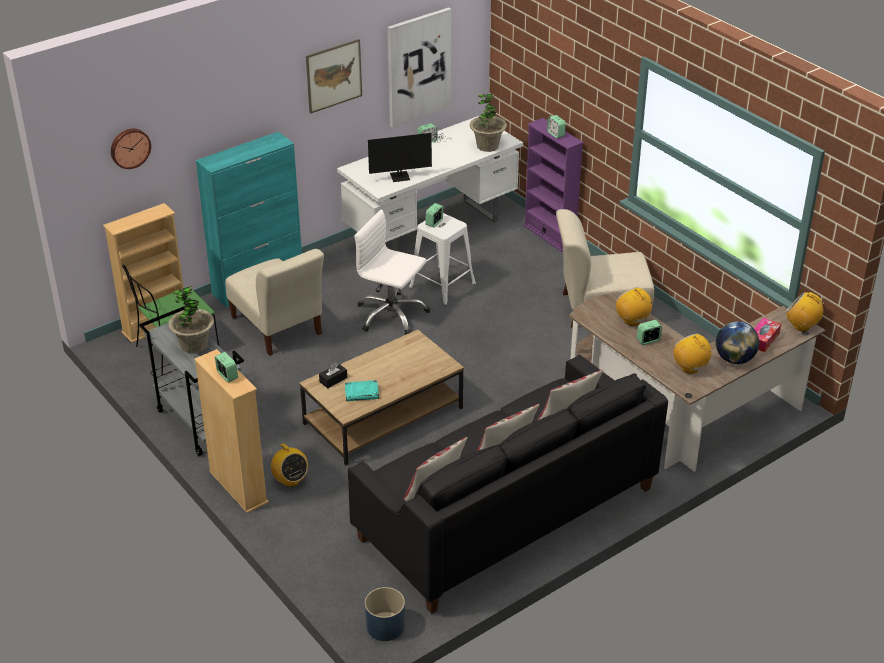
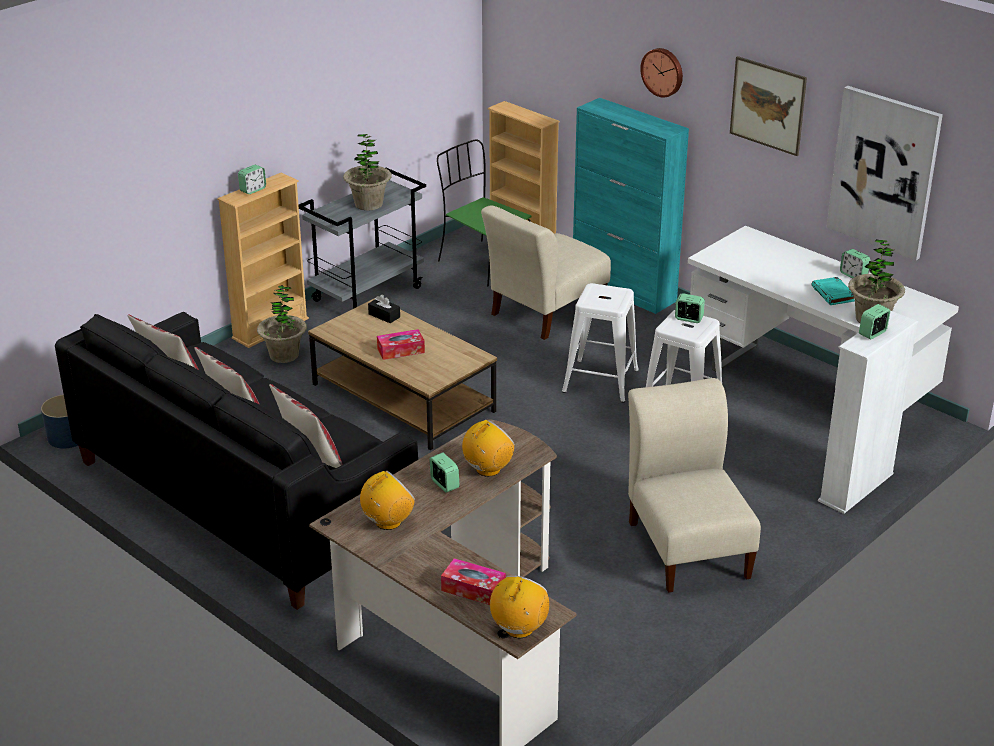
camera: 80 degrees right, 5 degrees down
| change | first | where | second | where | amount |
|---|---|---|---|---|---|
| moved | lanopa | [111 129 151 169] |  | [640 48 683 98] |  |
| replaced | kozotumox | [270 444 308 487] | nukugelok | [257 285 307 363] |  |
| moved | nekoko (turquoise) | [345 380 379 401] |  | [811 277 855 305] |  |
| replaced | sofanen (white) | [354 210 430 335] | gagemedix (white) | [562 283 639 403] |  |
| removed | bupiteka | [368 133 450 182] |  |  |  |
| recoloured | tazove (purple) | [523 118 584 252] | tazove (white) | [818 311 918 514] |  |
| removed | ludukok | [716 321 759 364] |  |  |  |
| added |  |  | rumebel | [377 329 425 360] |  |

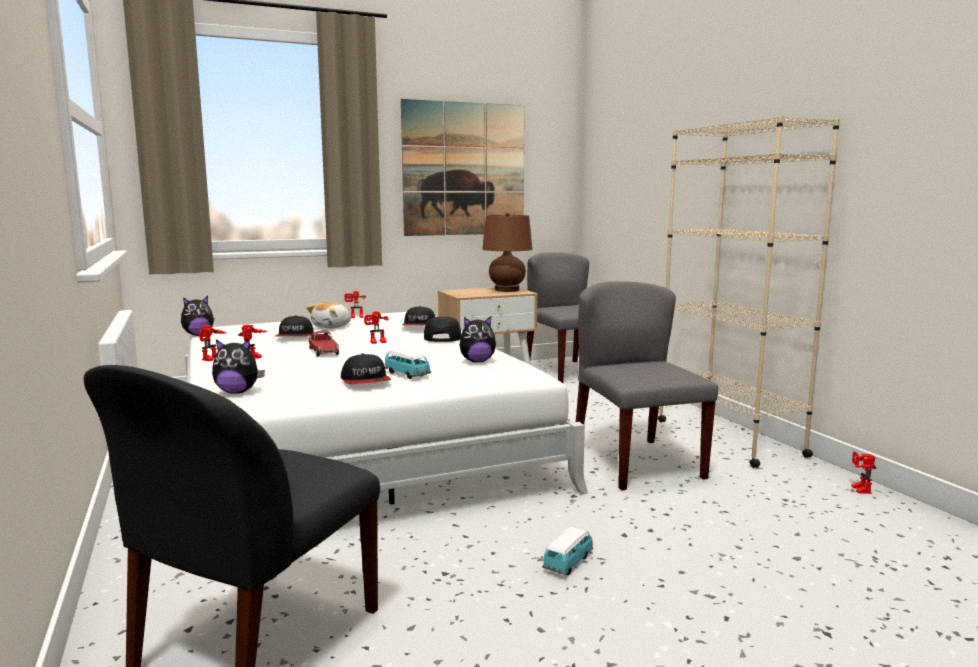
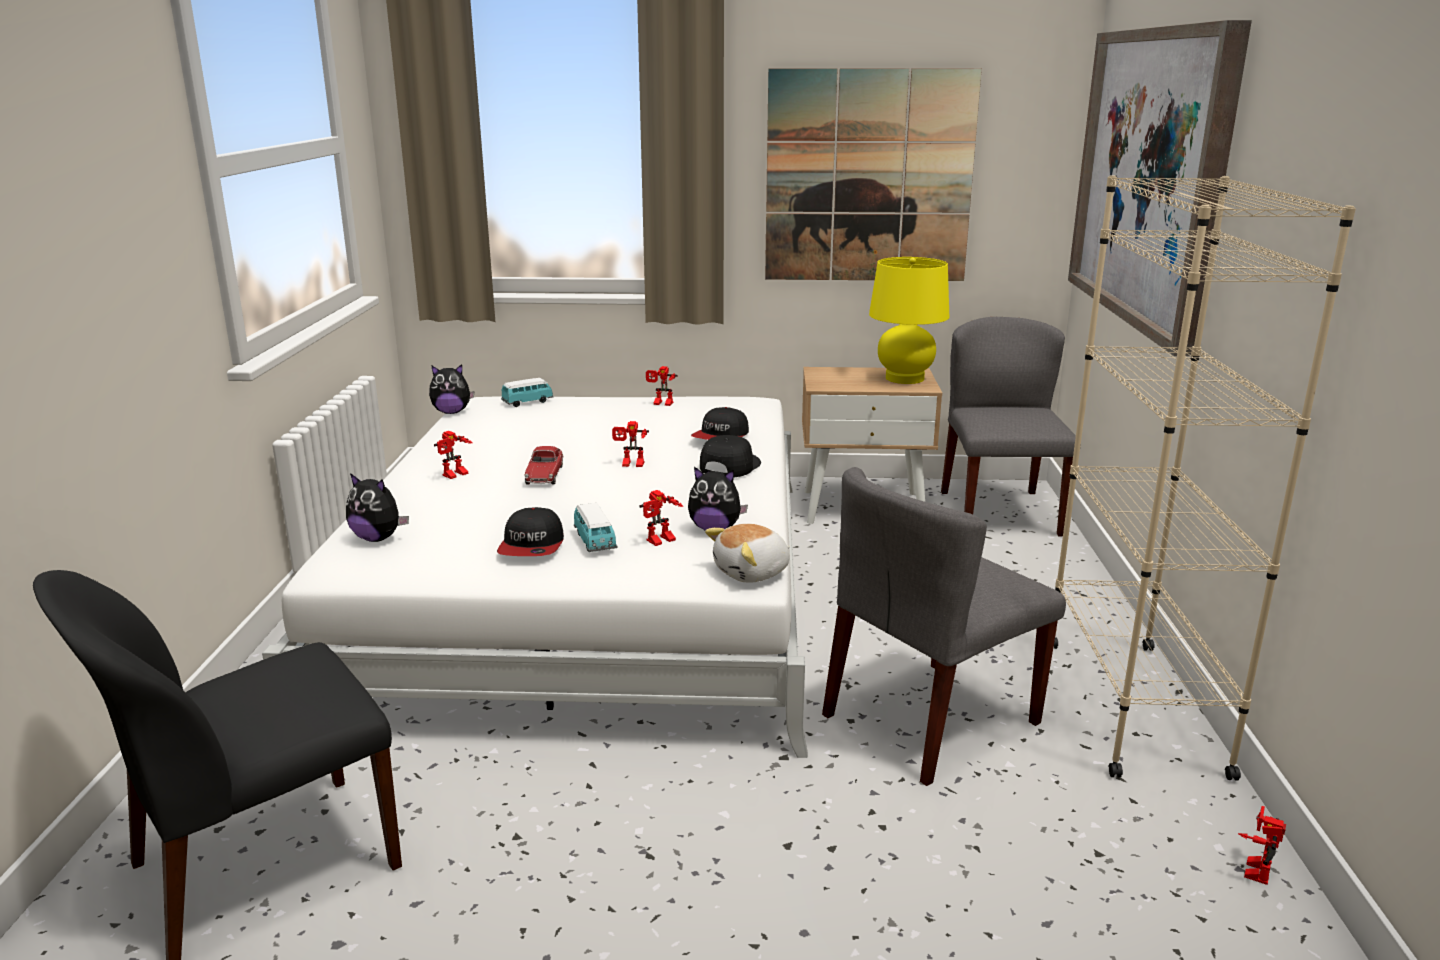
camera: 25 degrees right, 10 degrees up
| change | first | where | second | where | amount |
|---|---|---|---|---|---|
| moved | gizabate | [196 325 226 361] |  | [639 490 683 546] |  |
| removed | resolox | [275 315 314 336] |  |  |  |
| moved | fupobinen | [306 302 351 328] |  | [705 524 790 583] |  |
| recoloured | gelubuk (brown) | [482 212 532 292] | gelubuk (yellow) | [869 257 949 384] |  |
| moved | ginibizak | [542 527 593 575] |  | [501 378 554 407] |  |
| turned | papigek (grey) | [576 281 718 490] |  | [822 467 1066 786] | 135 degrees counterclockwise |
| added |  |  | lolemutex | [1068 20 1252 356] |  |

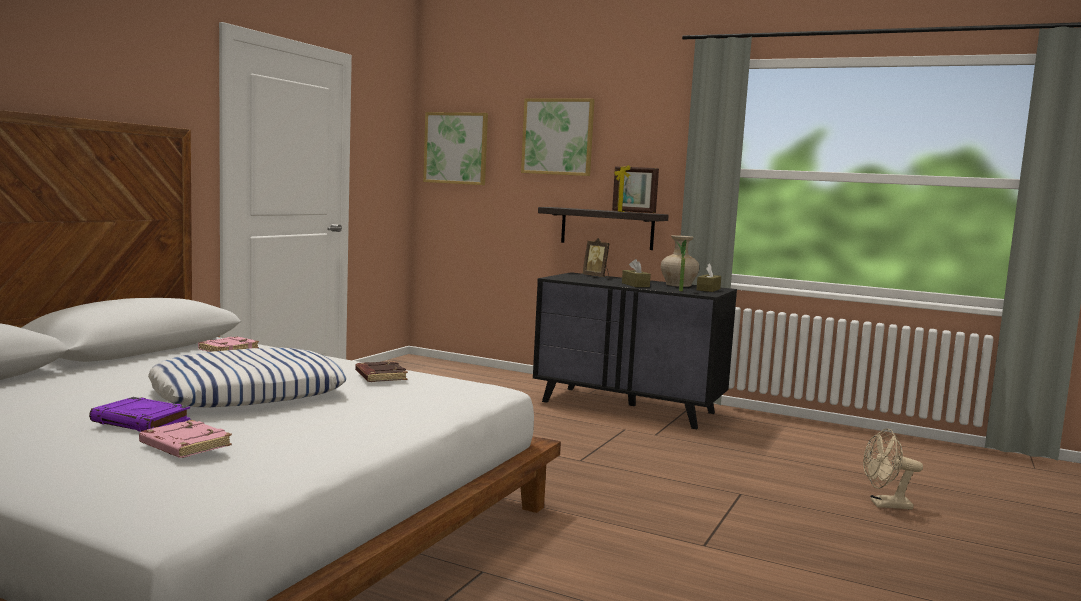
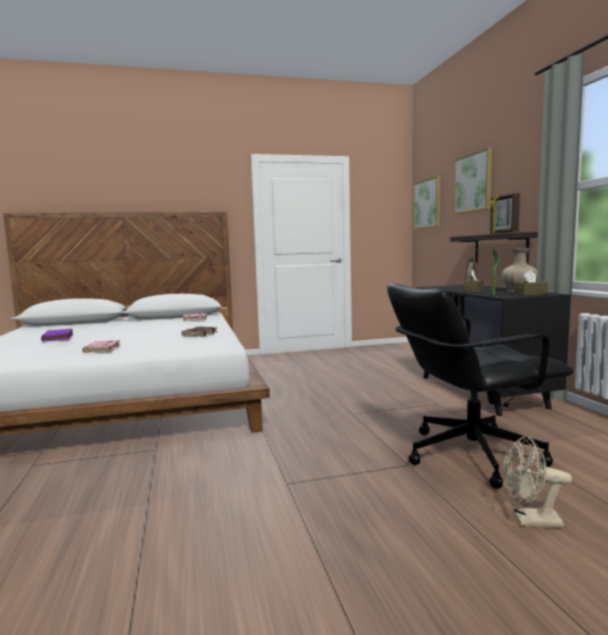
camera: 50 degrees right, 0 degrees up
| change | first | where | second | where | amount |
|---|---|---|---|---|---|
| moved | nekoko (pink) | [139 420 232 458] |  | [82 340 120 353] |  |
| removed | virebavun | [148 348 346 408] |  |  |  |
| turned | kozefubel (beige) | [863 428 923 510] |  | [503 436 572 528] | 45 degrees counterclockwise |
| added |  |  | sofanen (black) | [387 283 573 489] |  |

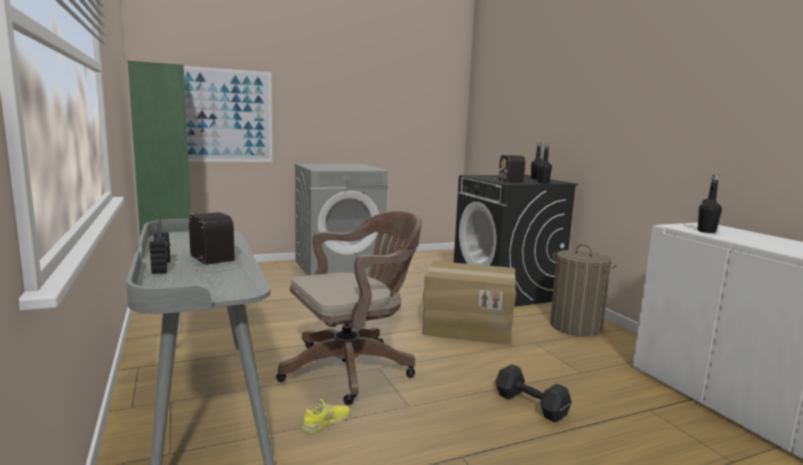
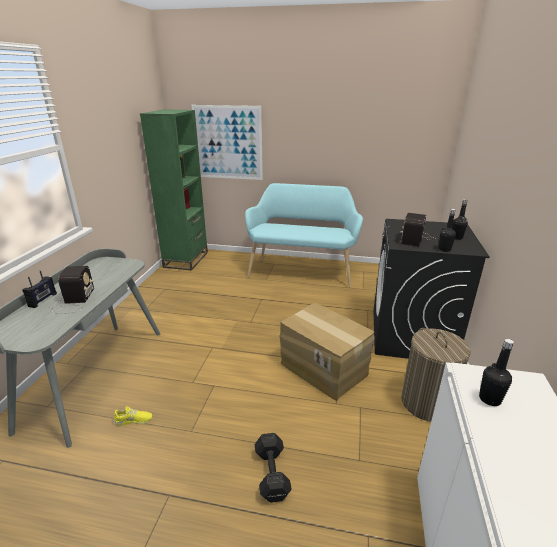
camera: 35 degrees right, 15 degrees up
| change | first | where | second | where | amount |
|---|---|---|---|---|---|
| removed | sofanen (brown) | [276 211 422 405] |  |  |  |
| replaced | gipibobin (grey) | [295 164 388 275] | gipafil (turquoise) | [245 183 363 287] |  |

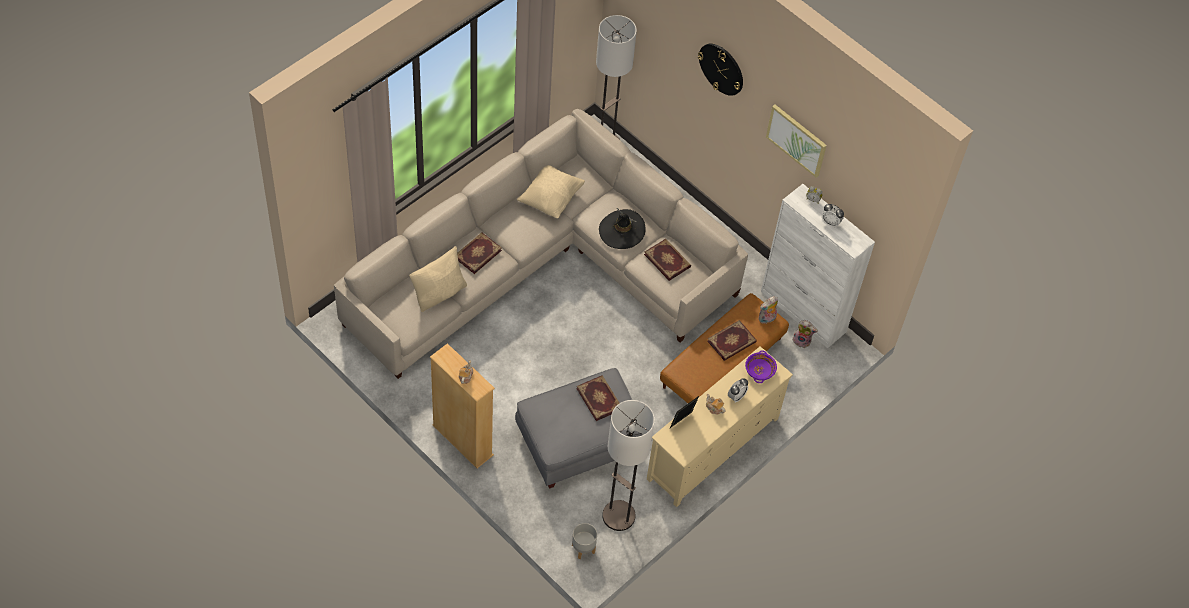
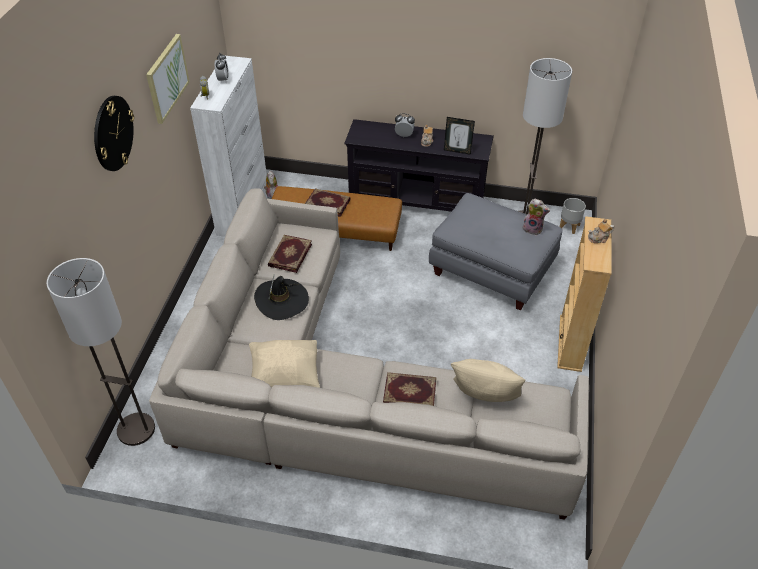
camera: 120 degrees left, 10 degrees down
| change | first | where | second | where | amount |
|---|---|---|---|---|---|
| removed | nekoko | [576 375 619 421] |  |  |  |
| recoloured | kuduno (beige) | [647 346 793 507] | kuduno (black) | [344 119 494 212] |  |
| removed | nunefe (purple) | [745 350 777 383] |  |  |  |
| moved | fupobinen | [759 296 778 324] |  | [521 199 550 235] |  |

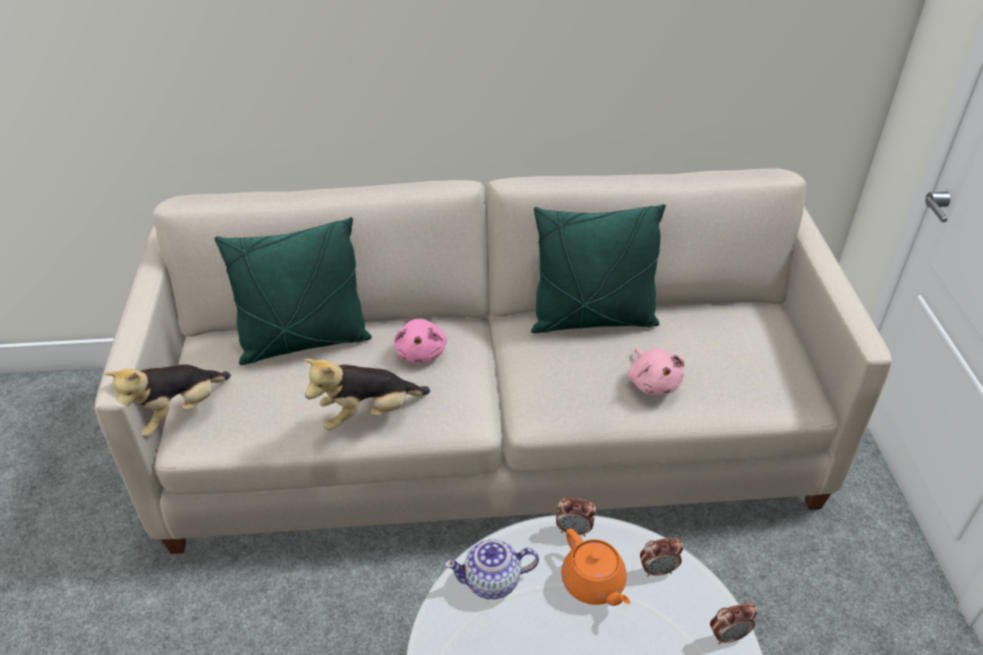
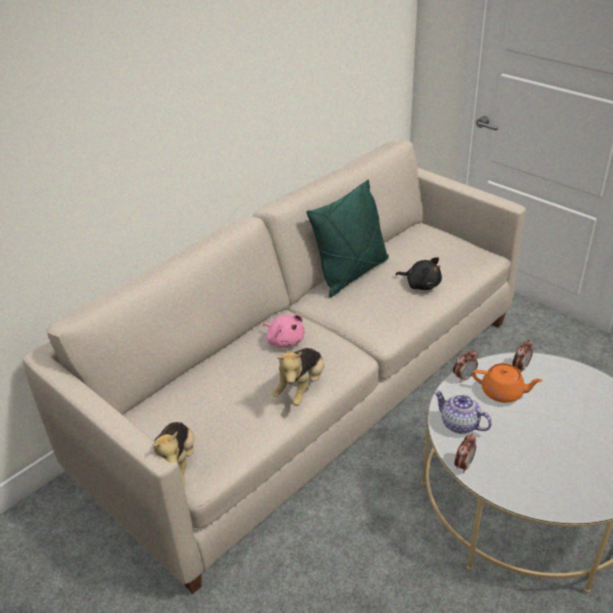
camera: 40 degrees left, 5 degrees down
| change | first | where | second | where | amount |
|---|---|---|---|---|---|
| removed | virebavun (green) | [215 217 372 365] |  |  |  |
| turned | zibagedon | [444 539 539 599] |  | [434 391 492 434] | 90 degrees clockwise |
| recoloured | fupobinen (pink) | [628 348 685 395] | fupobinen (black) | [395 257 442 290] |  |
| moved | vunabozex | [710 602 757 645] |  | [454 434 476 473] |  |

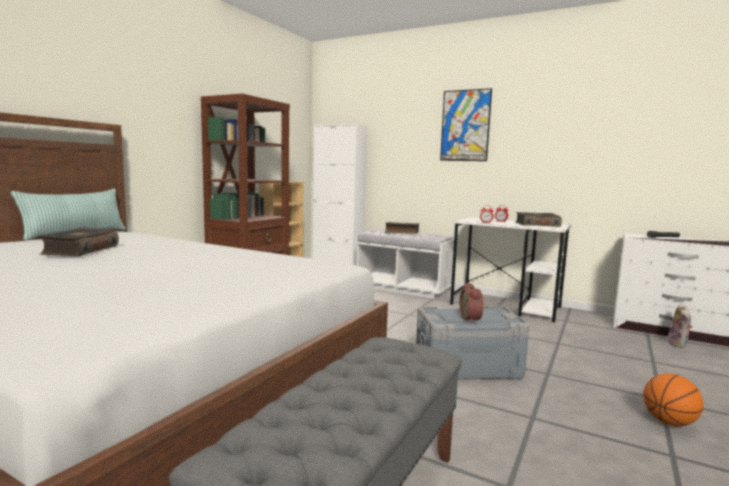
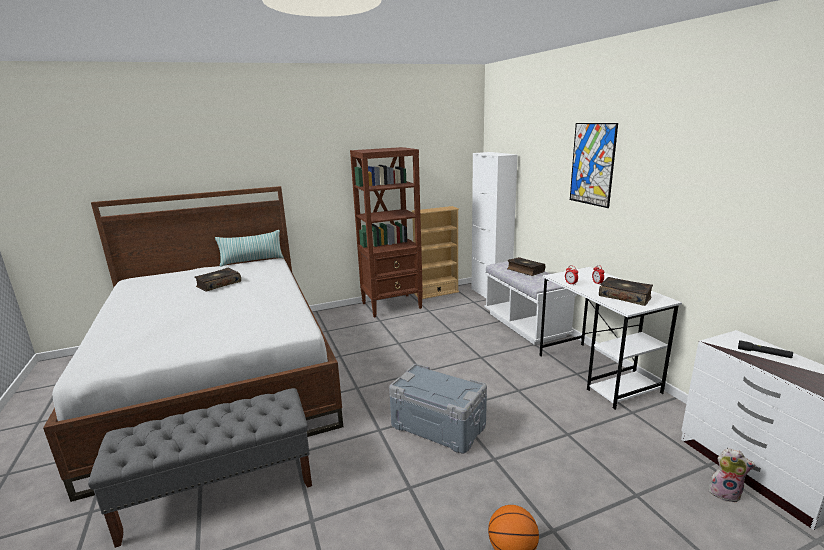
camera: 40 degrees right, 10 degrees up
| change | first | where | second | where | amount |
|---|---|---|---|---|---|
| removed | vunabozex | [460 283 484 323] |  |  |  |
| turned | fupobinen | [667 303 692 348] |  | [708 448 756 503] | 120 degrees counterclockwise |

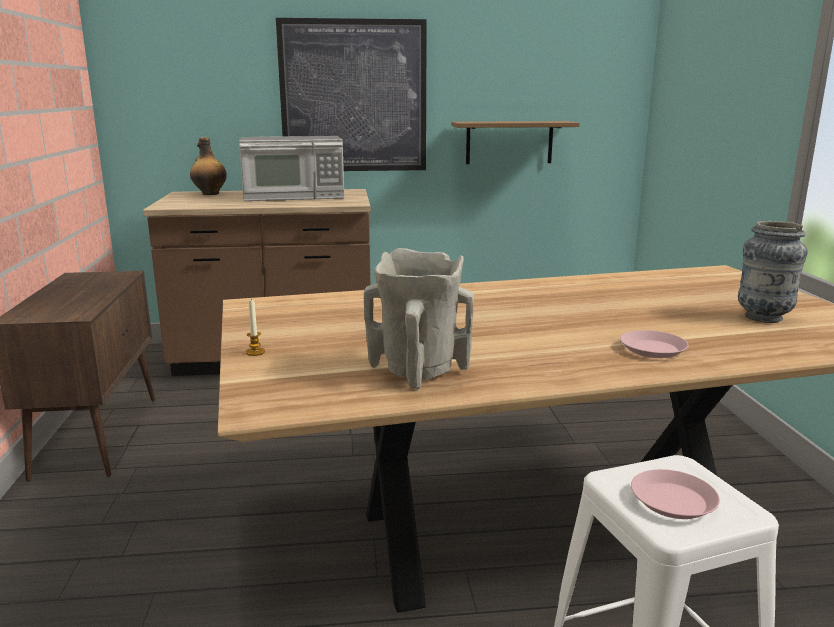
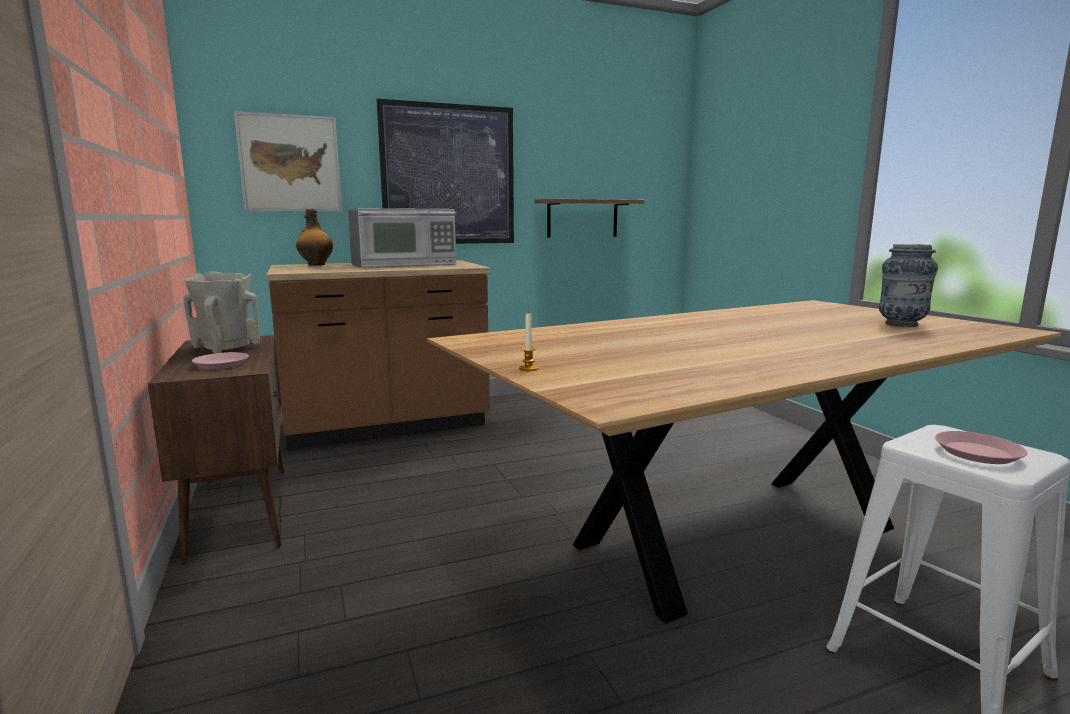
camera: 15 degrees left, 5 degrees down
| change | first | where | second | where | amount |
|---|---|---|---|---|---|
| moved | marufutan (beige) | [364 248 474 389] |  | [183 271 260 353] |  |
| moved | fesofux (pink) | [620 330 688 358] |  | [192 352 249 369] |  |
| added |  |  | lolemutex | [234 111 342 211] |  |

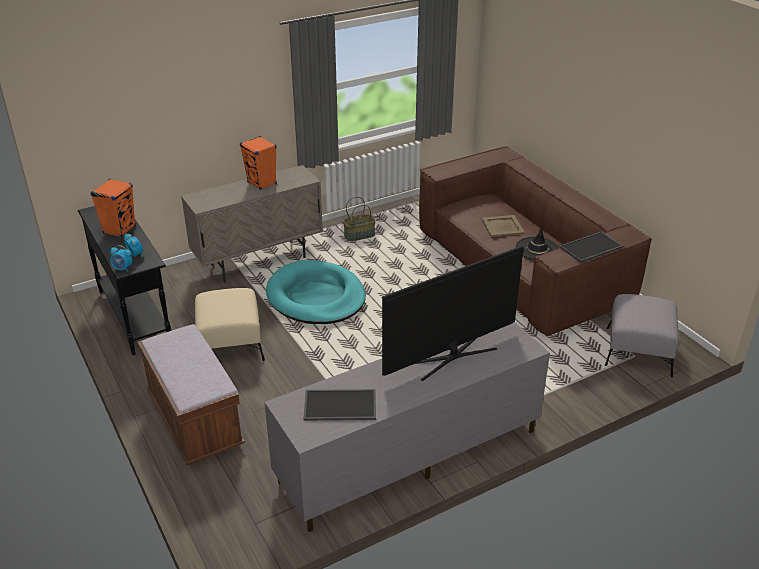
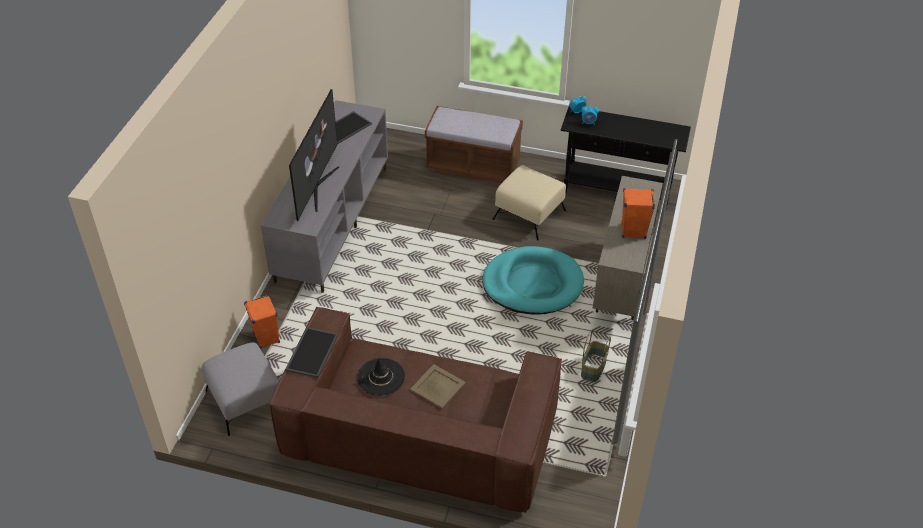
camera: 135 degrees right, 10 degrees up
| change | first | where | second | where | amount |
|---|---|---|---|---|---|
| moved | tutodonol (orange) | [90 178 136 238] |  | [244 295 280 349] |  |

